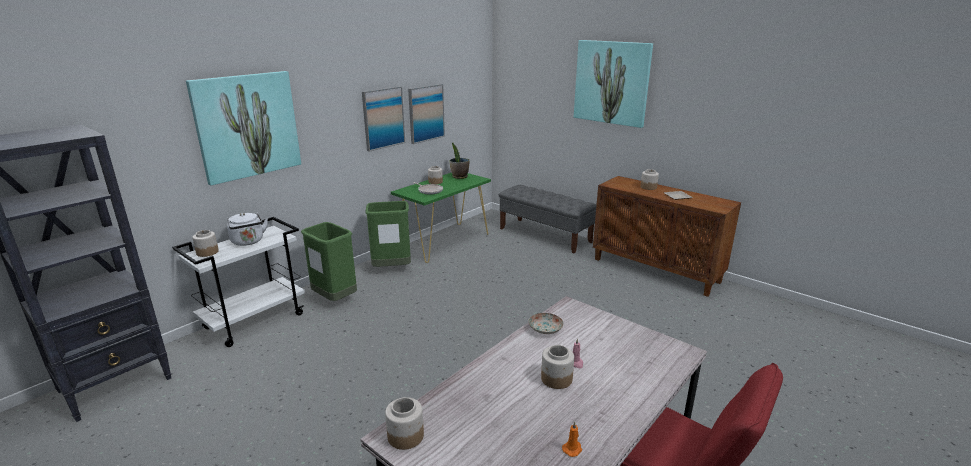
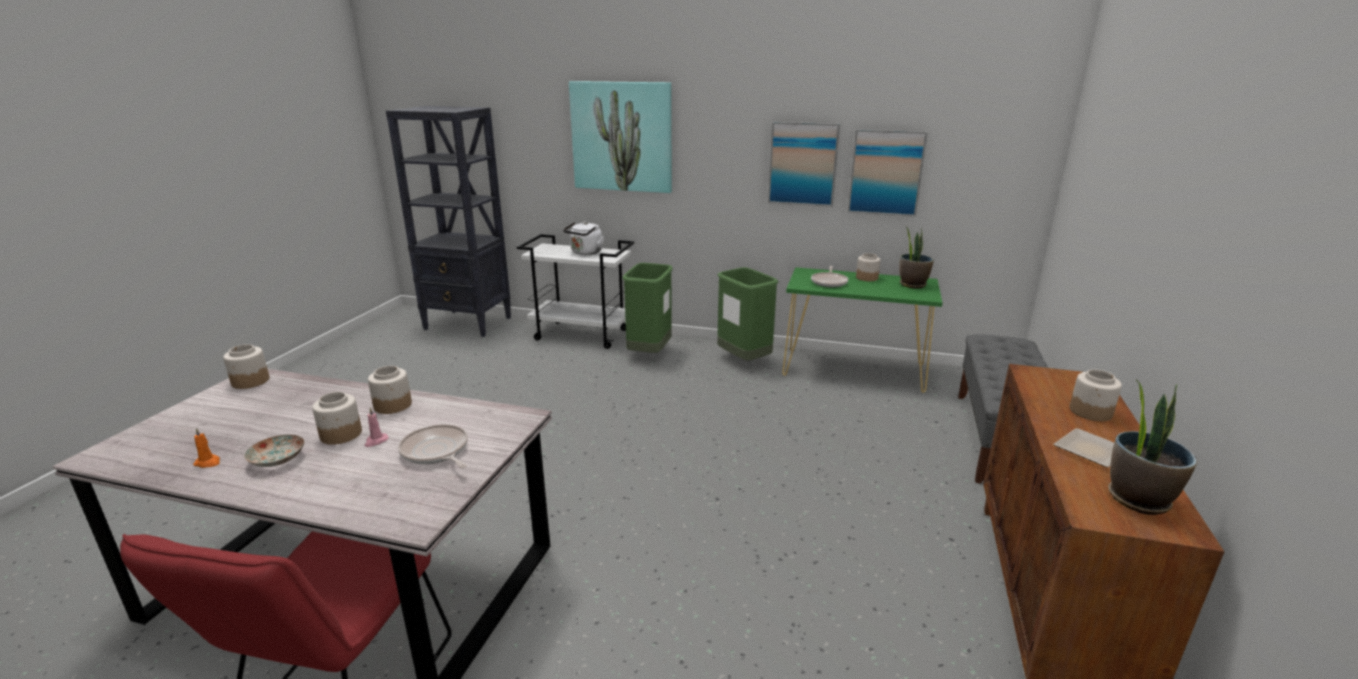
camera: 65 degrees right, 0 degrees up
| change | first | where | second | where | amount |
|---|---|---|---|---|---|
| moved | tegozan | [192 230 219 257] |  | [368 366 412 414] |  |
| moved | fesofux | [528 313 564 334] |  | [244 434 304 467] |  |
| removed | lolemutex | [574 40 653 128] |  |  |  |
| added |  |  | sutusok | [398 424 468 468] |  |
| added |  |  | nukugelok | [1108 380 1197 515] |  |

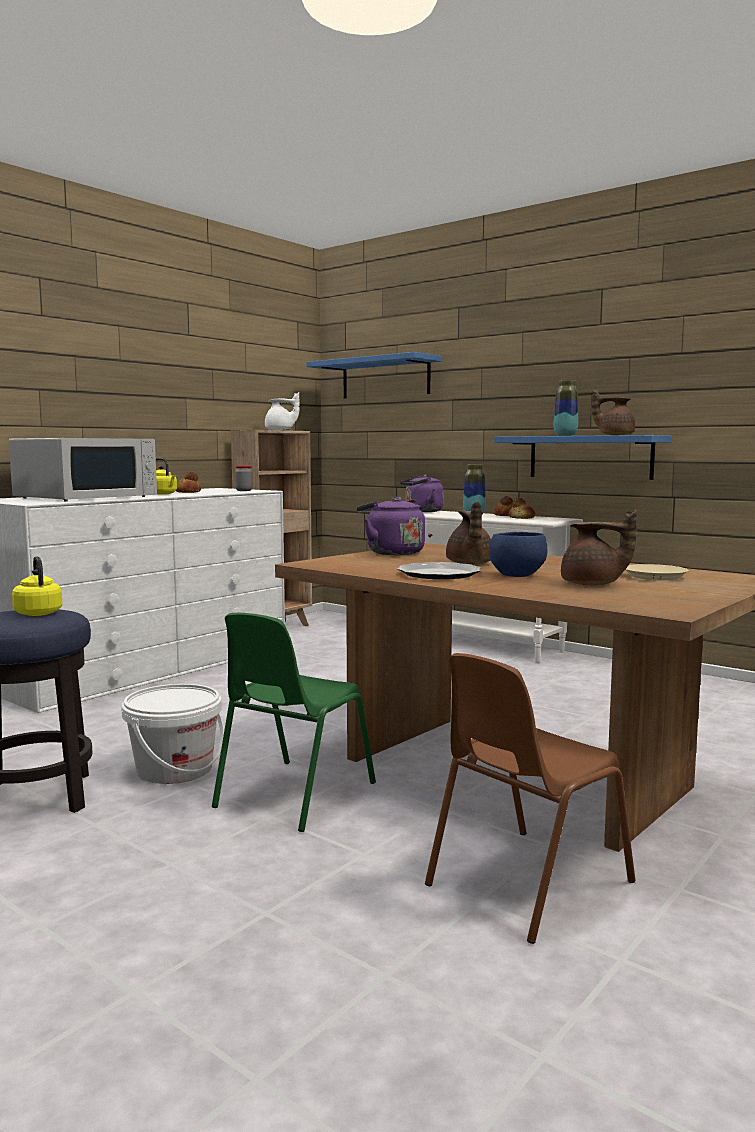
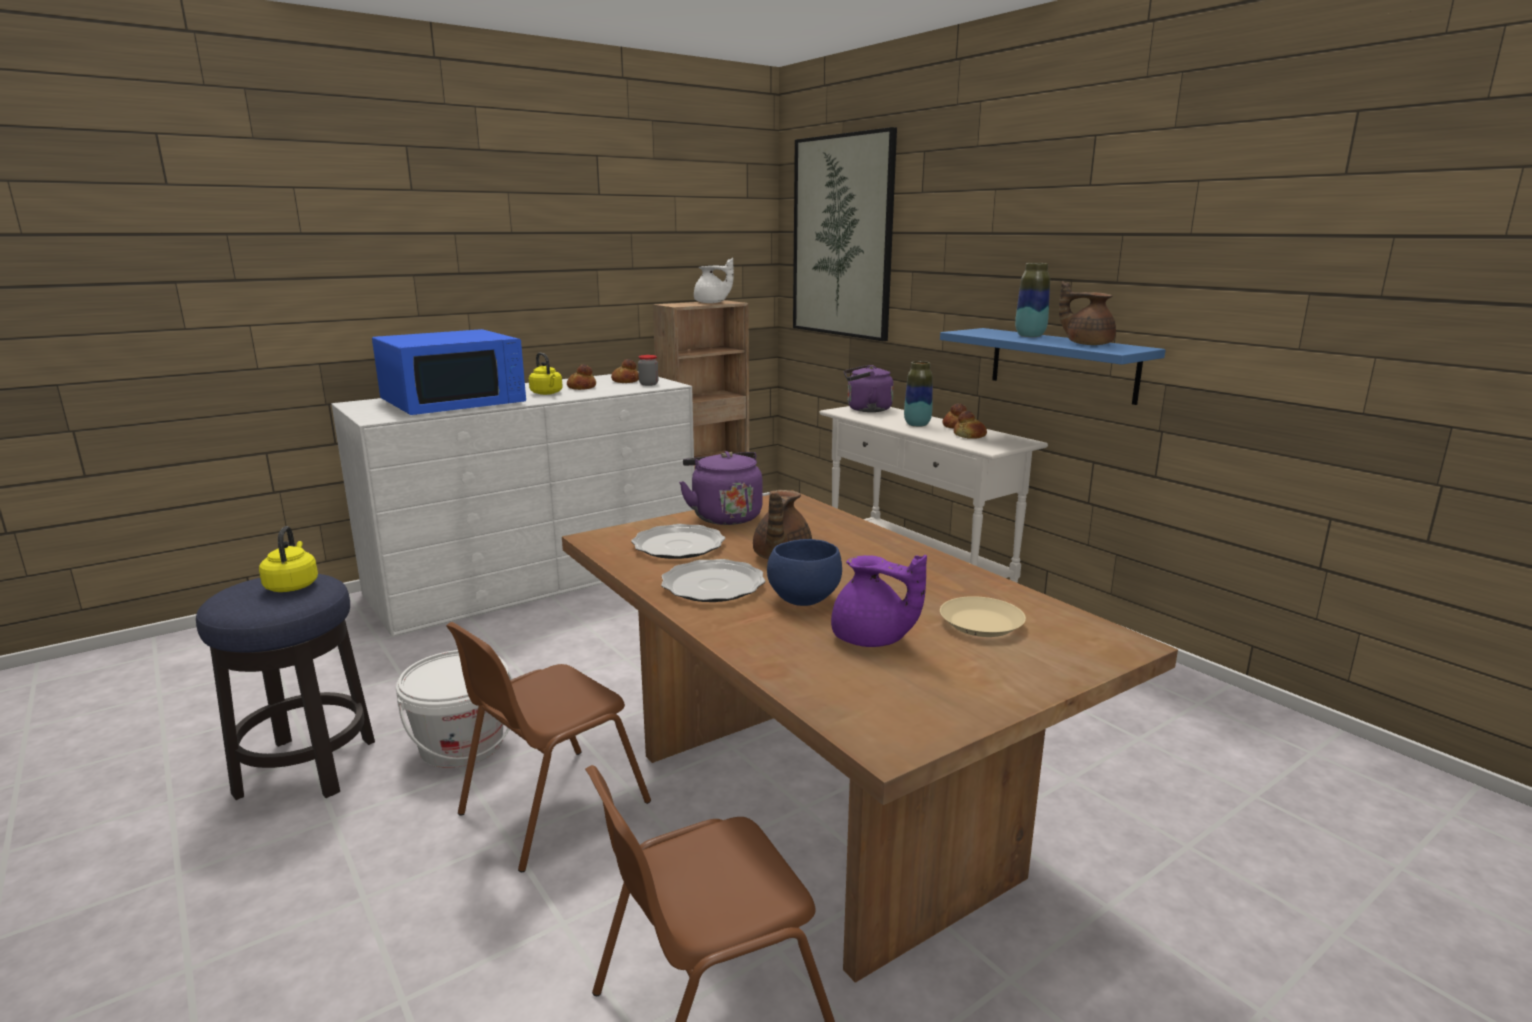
camera: 15 degrees right, 10 degrees up
| change | first | where | second | where | amount |
|---|---|---|---|---|---|
| recoloured | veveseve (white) | [9 438 157 501] | veveseve (blue) | [372 329 526 415] |  |
| recoloured | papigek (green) | [212 613 376 832] | papigek (brown) | [446 622 651 872] |  |
| replaced | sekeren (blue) | [306 352 442 398] | lolemutex | [793 127 897 341] |  |
| recoloured | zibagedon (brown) | [561 510 637 586] | zibagedon (purple) | [831 555 927 647] |  |
| added |  |  | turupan | [611 359 639 383] |  |
| added |  |  | fesofux | [631 524 725 559] |  |

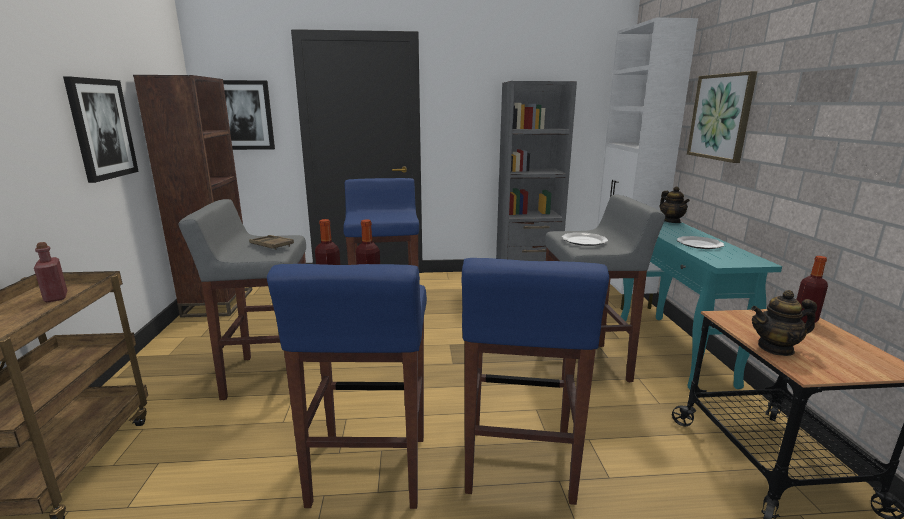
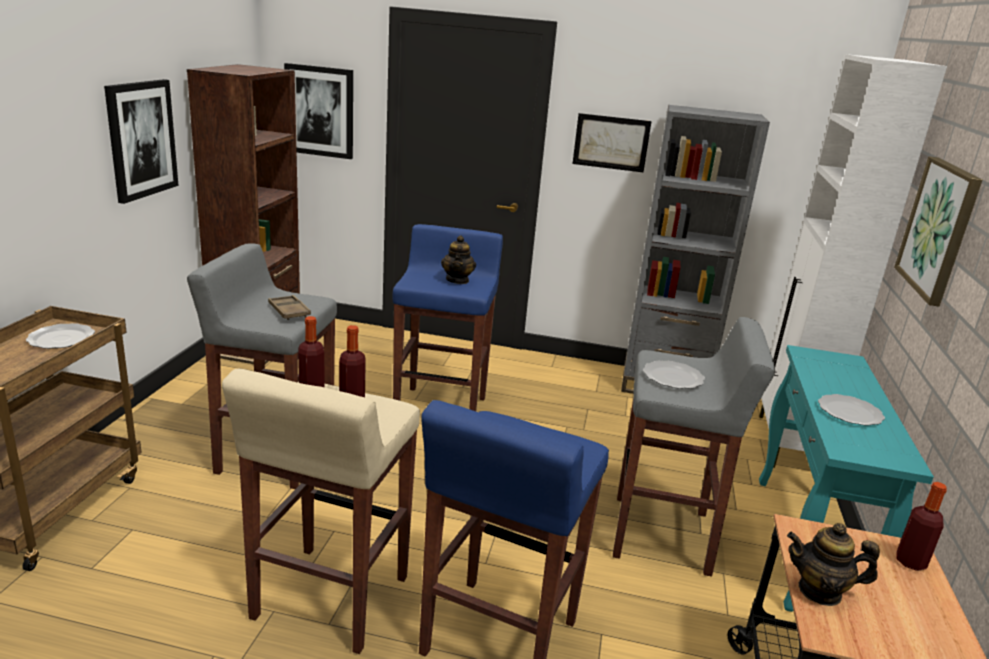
camera: 15 degrees right, 5 degrees up
| change | first | where | second | where | amount |
|---|---|---|---|---|---|
| replaced | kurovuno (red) | [34 242 67 302] | fesofux | [26 323 95 349] |  |
| recoloured | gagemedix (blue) | [267 264 427 509] | gagemedix (beige) | [222 369 420 654] |  |
| moved | zibagedon | [659 187 690 223] |  | [441 235 476 284] |  |
| added |  |  | lolemutex | [573 113 652 172] |  |

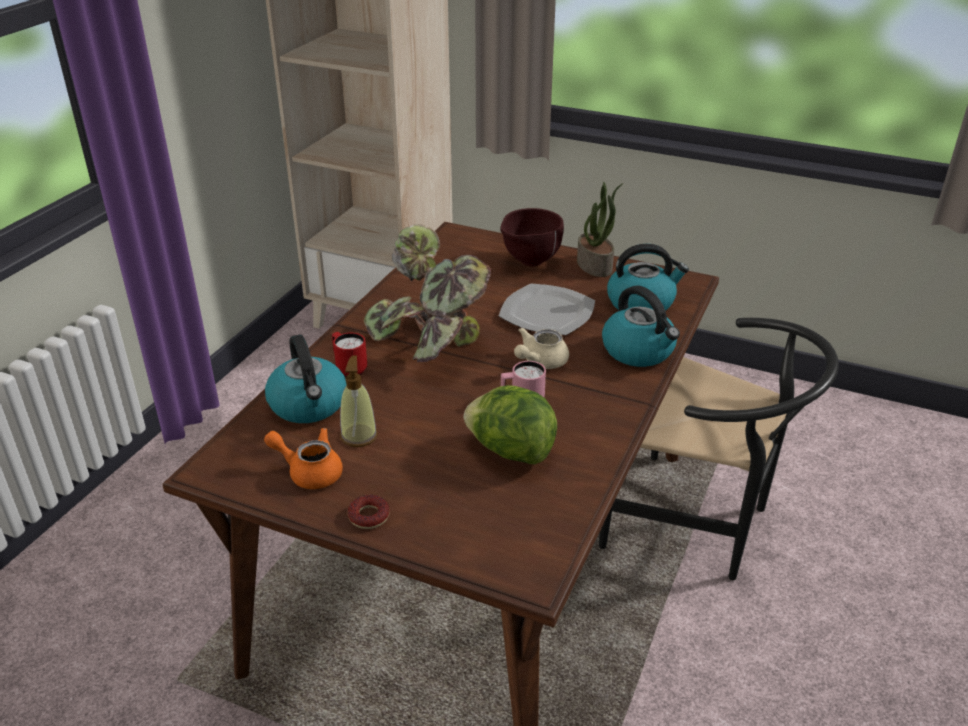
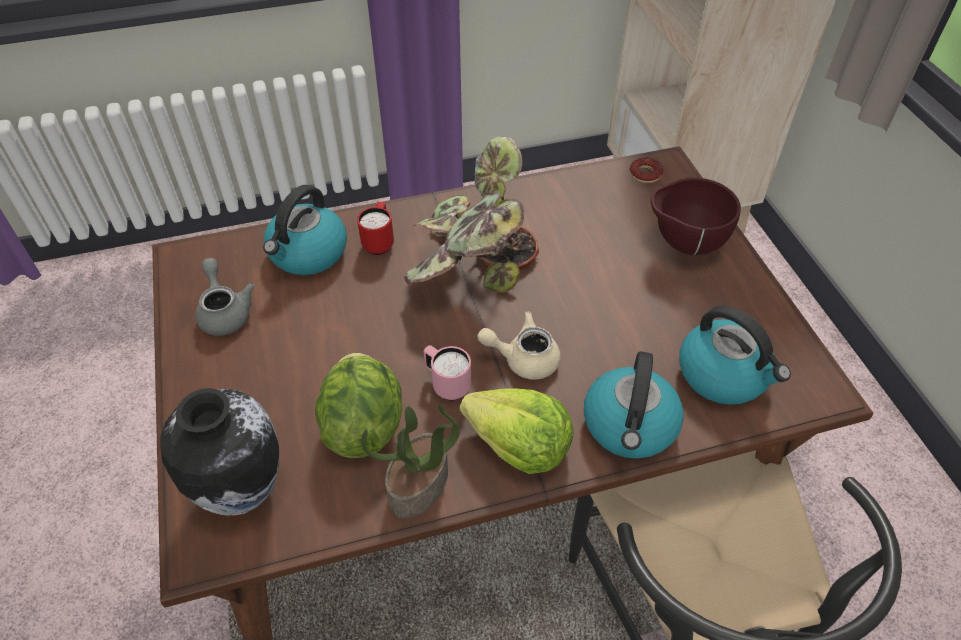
camera: 50 degrees right, 15 degrees up
| change | first | where | second | where | amount |
|---|---|---|---|---|---|
| recoloured | zibagedon (orange) | [264 428 343 489] | zibagedon (grey) | [196 258 255 336] |  |
| removed | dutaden | [340 356 378 447] |  |  |  |
| moved | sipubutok | [347 495 390 529] |  | [630 157 663 183] |  |
| removed | fesofux | [499 284 595 335] |  |  |  |
| moved | nukugelok | [577 181 623 277] |  | [361 403 460 518] |  |
| added |  |  | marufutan | [160 388 280 516] |  |
| added |  |  | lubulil | [460 389 573 474] |  |

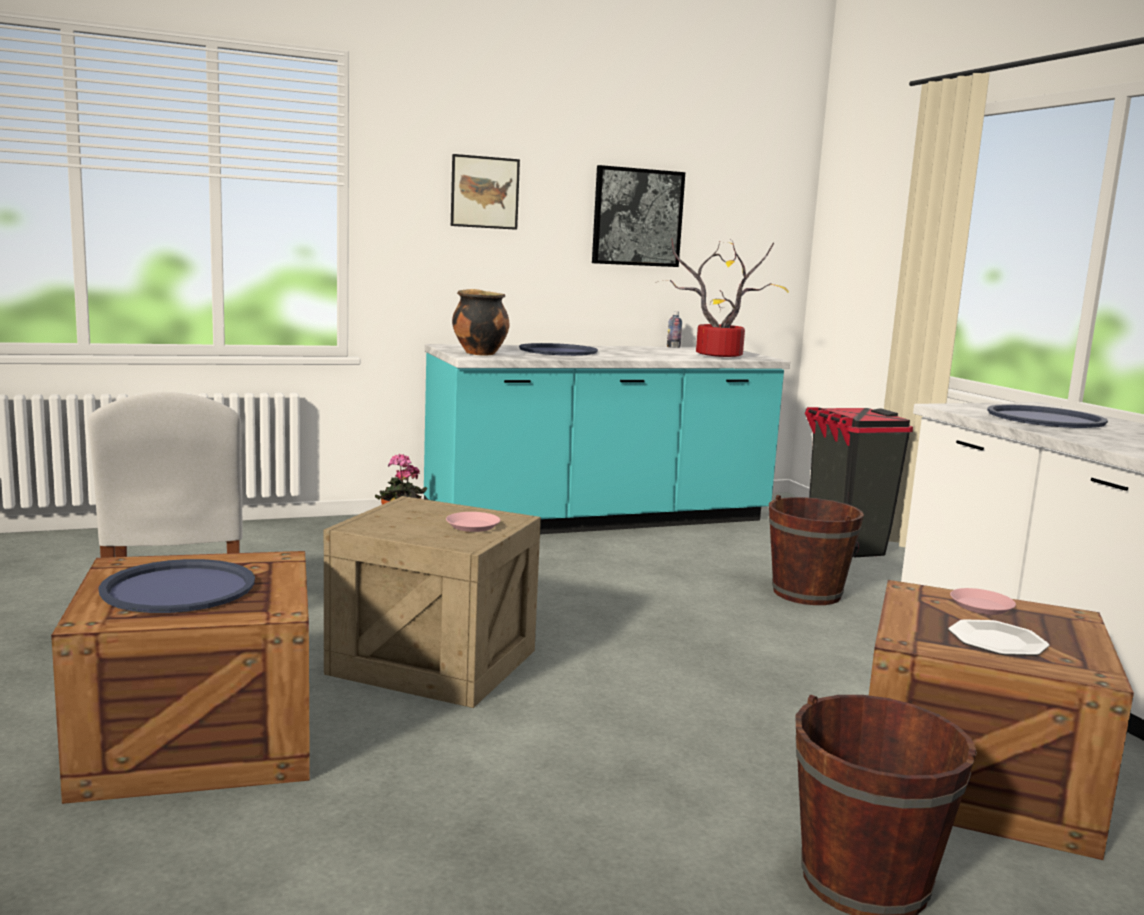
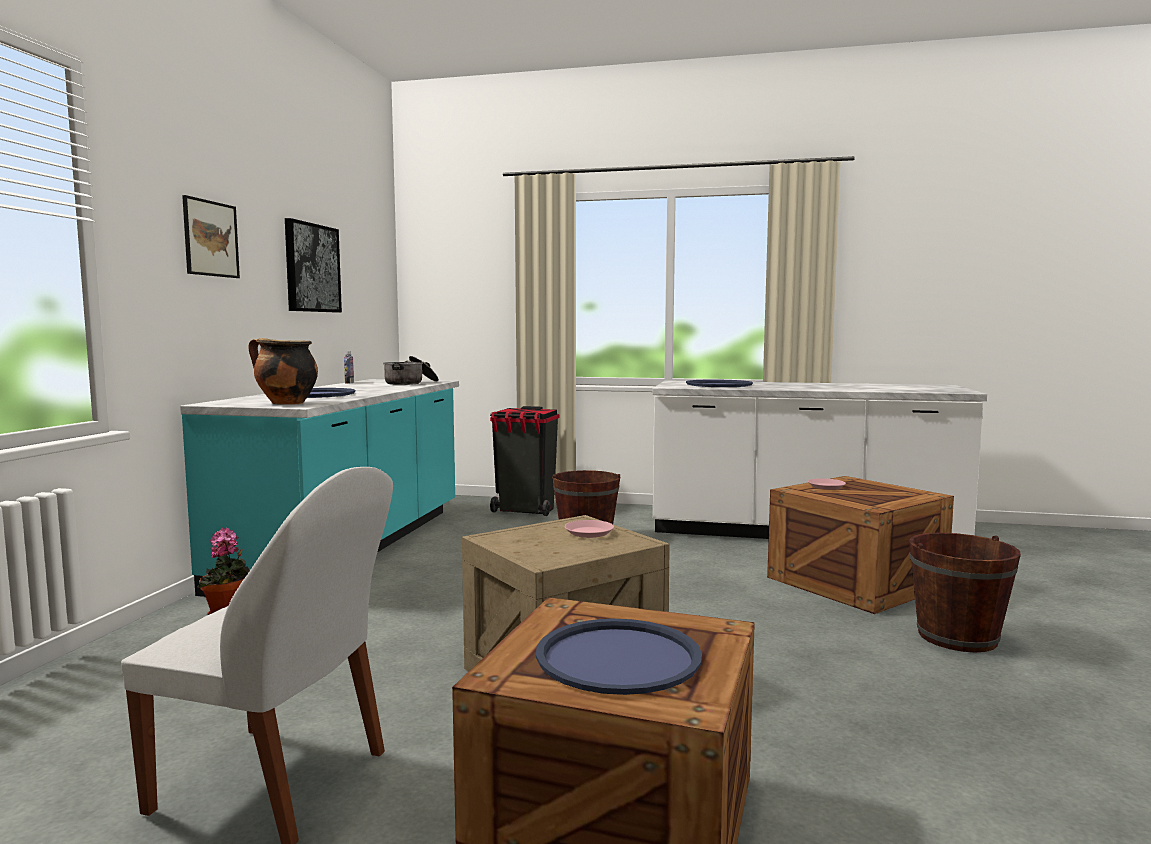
camera: 55 degrees left, 5 degrees down
| change | first | where | second | where | amount |
|---|---|---|---|---|---|
| replaced | nukugelok | [657 239 789 357] | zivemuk | [383 356 439 385] |  |
| removed | fesofux | [948 619 1050 656] |  |  |  |

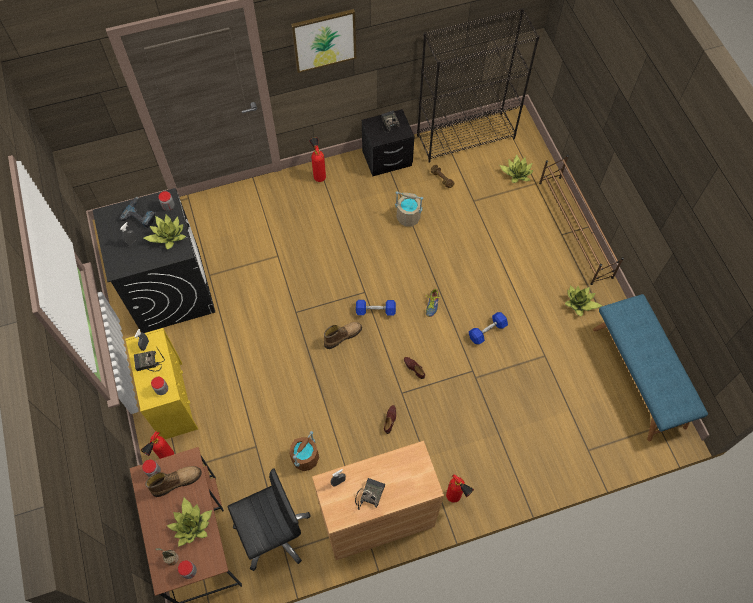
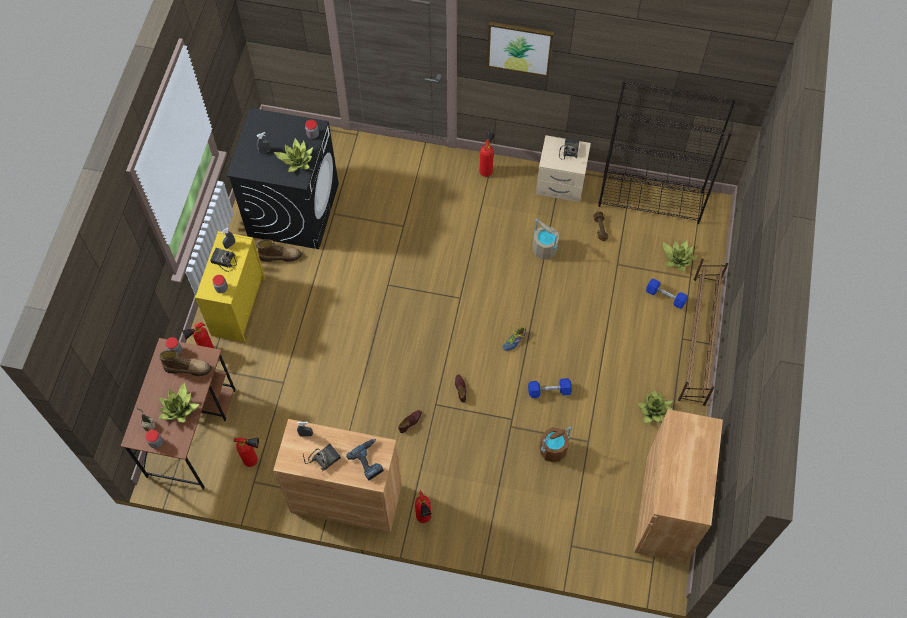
camera: 30 degrees right, 0 degrees up
| change | first | where | second | where | amount |
|---|---|---|---|---|---|
| moved | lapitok | [120 197 157 228] |  | [346 439 384 480] |  |
| replaced | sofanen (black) | [228 468 311 571] | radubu | [234 438 259 467] |  |
| moved | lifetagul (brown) | [290 431 319 471] |  | [540 426 572 462] |  |
| moved | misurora | [324 322 362 349] |  | [257 239 302 262] |  |
| moved | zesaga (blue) | [356 300 396 316] |  | [646 278 688 309] |  |
| recoloured | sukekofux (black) | [362 109 414 177] | sukekofux (beige) | [536 135 591 202] |  |
| replaced | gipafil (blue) | [593 294 708 441] | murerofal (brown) | [634 409 723 563] |  |

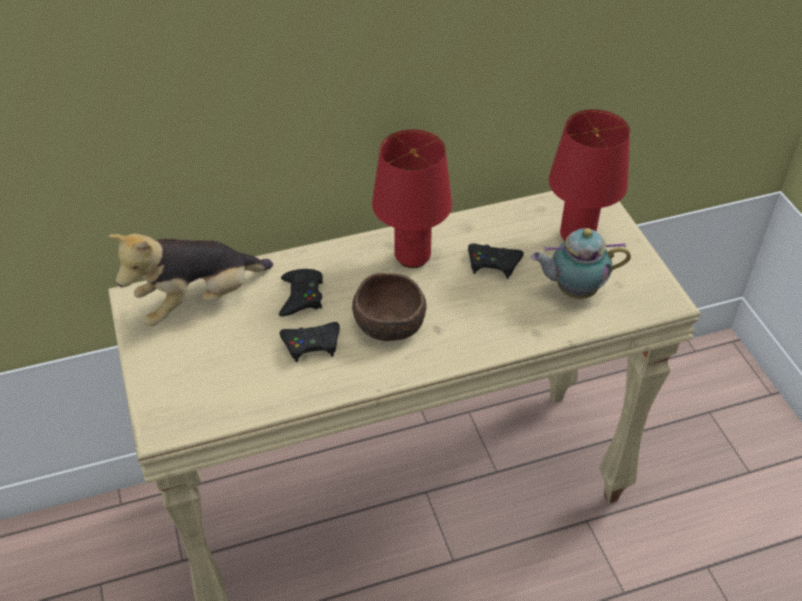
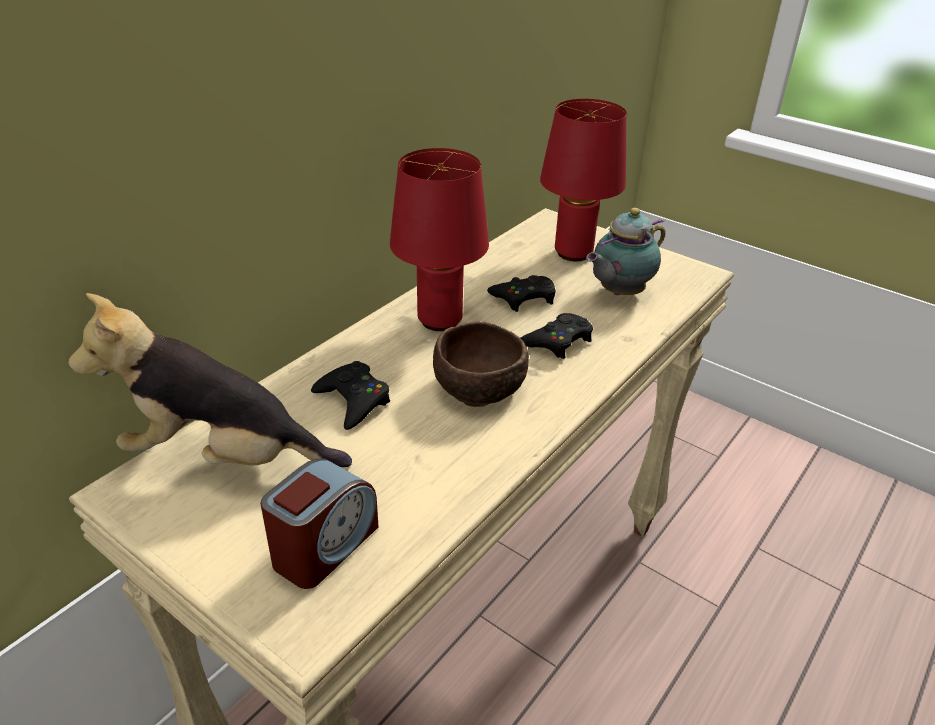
camera: 35 degrees left, 10 degrees down
| change | first | where | second | where | amount |
|---|---|---|---|---|---|
| turned | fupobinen | [109 234 273 326] |  | [68 293 352 467] | 75 degrees clockwise |
| moved | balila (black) | [279 322 340 362] |  | [521 313 593 359] |  |
| added |  |  | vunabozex | [261 459 379 589] |  |

